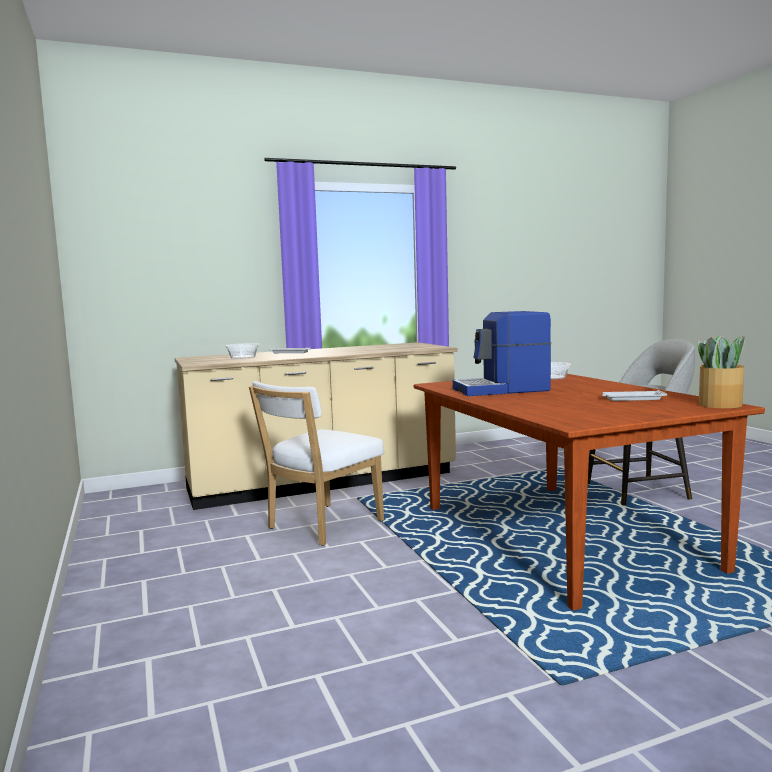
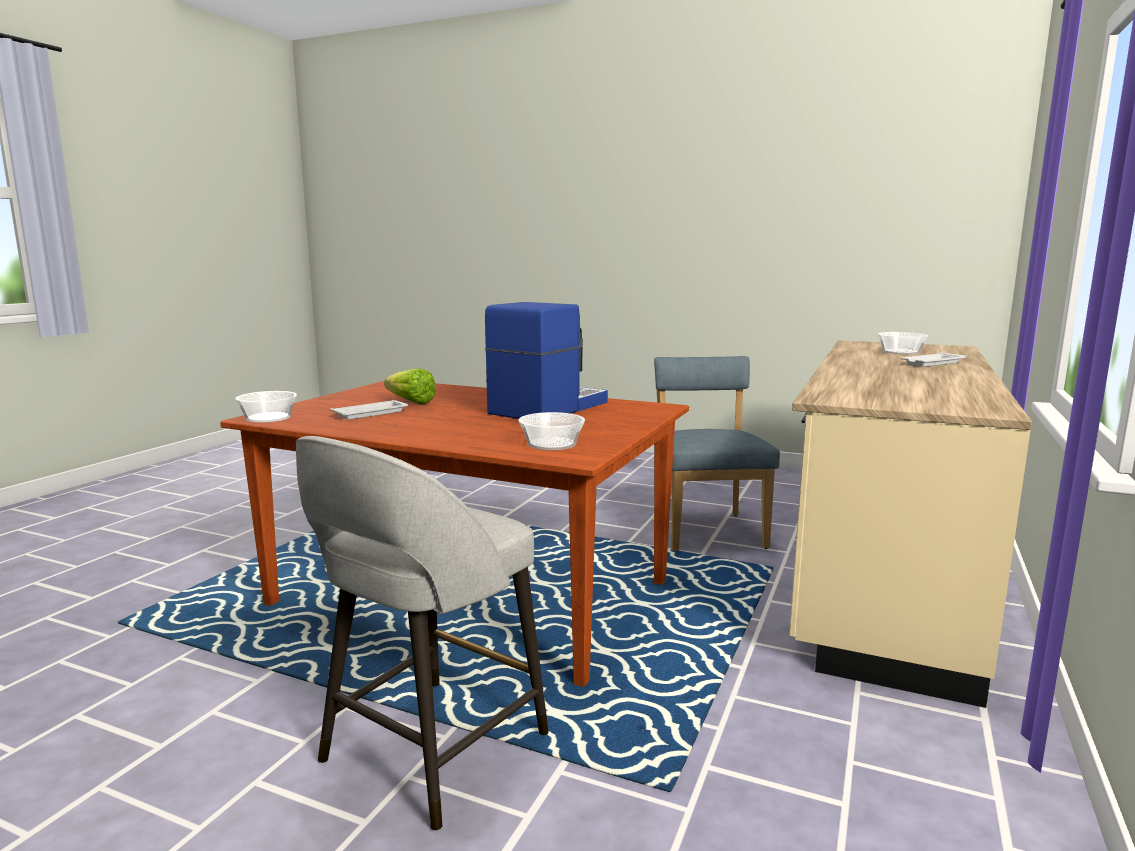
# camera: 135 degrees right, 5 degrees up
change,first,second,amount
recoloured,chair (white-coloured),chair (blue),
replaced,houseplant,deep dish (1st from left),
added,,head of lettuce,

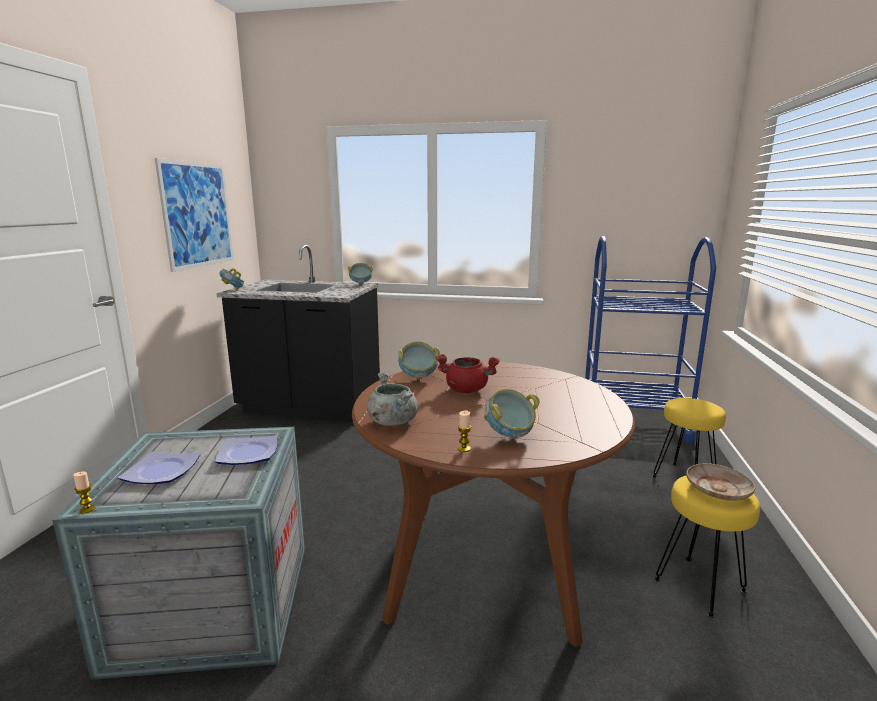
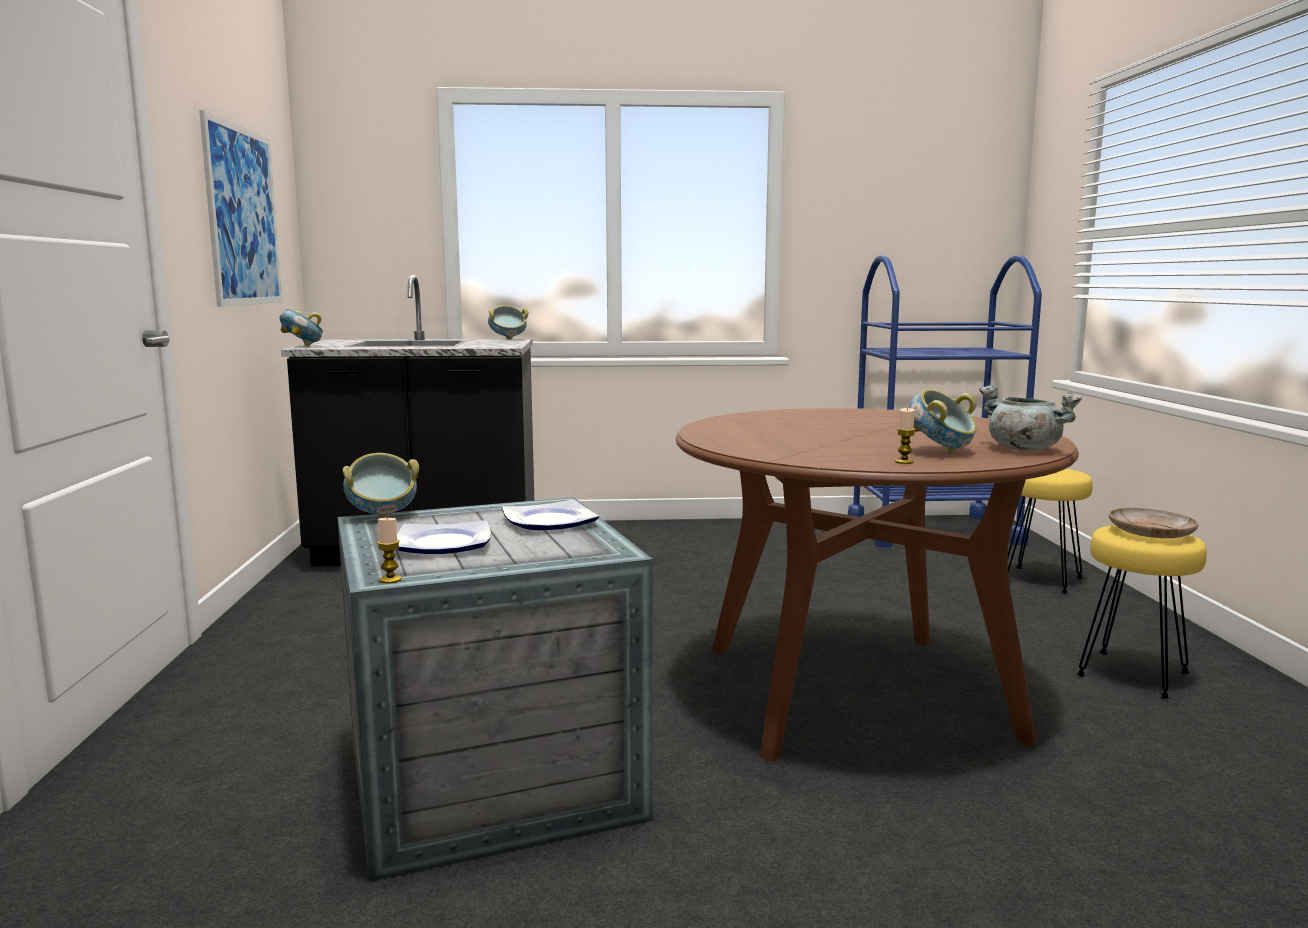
# camera: 15 degrees left, 5 degrees down
change,first,second,amount
moved,cooking pot (gray),,
moved,deep dish (3rd from left in the first image),deep dish (2nd from left),
removed,cooking pot (reddish),,

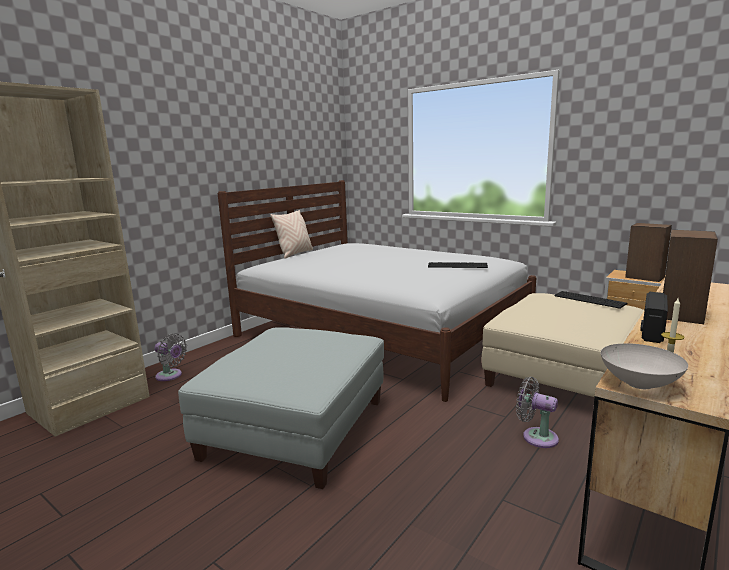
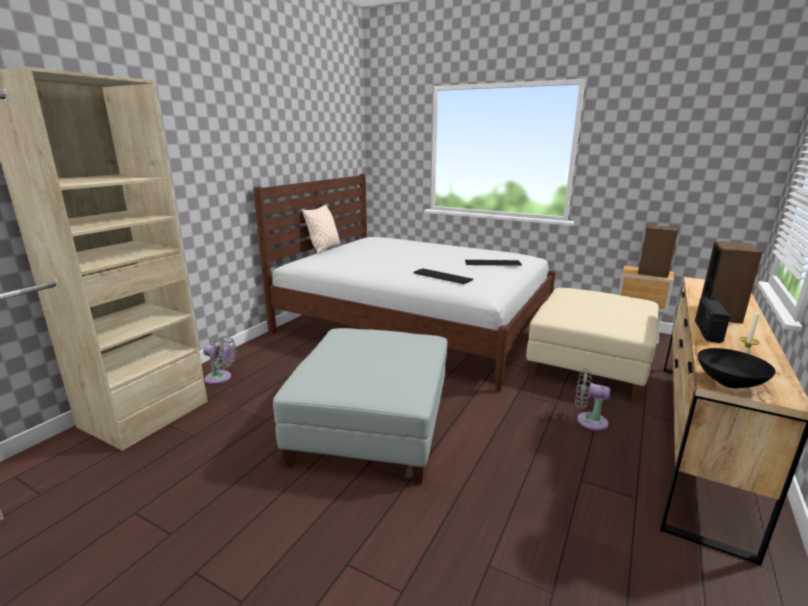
# camera: 10 degrees left, 5 degrees up
change,first,second,amount
moved,keyboard (2nd from left in the first image),keyboard (1st from left),
recoloured,deep dish (white-coloured),deep dish (black),

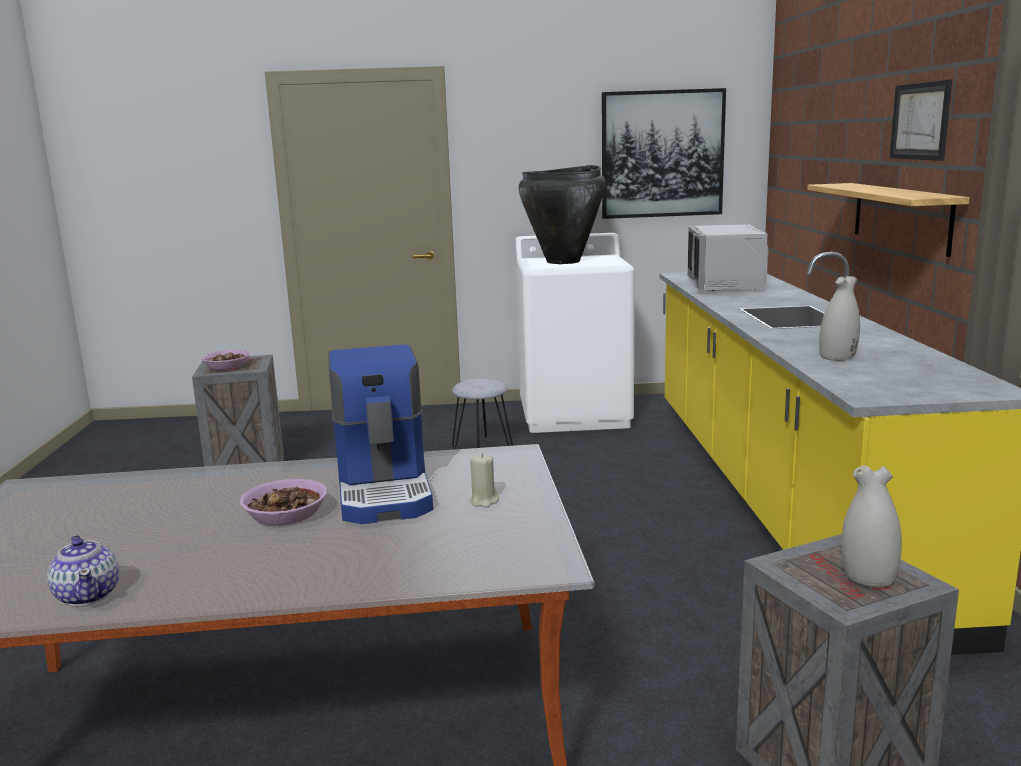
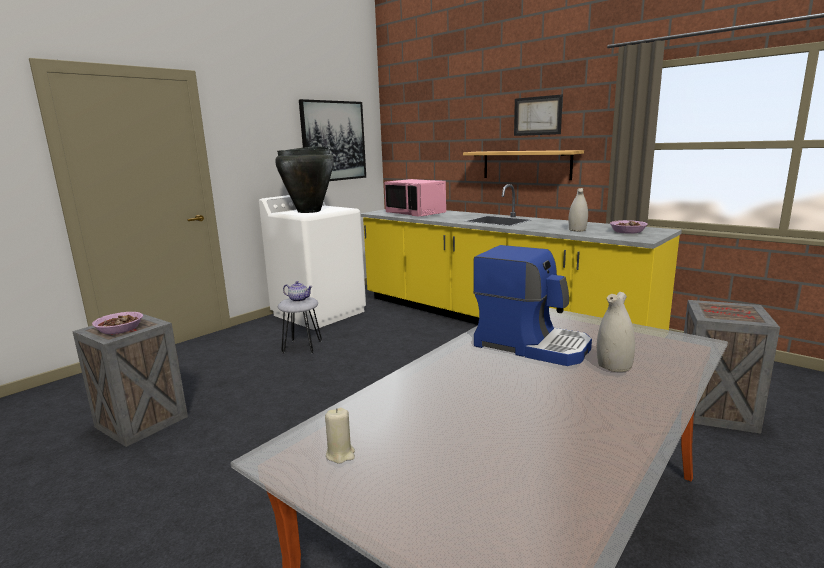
# camera: 45 degrees left, 0 degrees up
change,first,second,amount
moved,tea pot,,
moved,deep dish (2nd from left),,
moved,wax candle (sand-coloured),,
recoloured,kitchen microwave (gray),kitchen microwave (pink),
moved,flower vase (white-coloured) (2nd from left),,

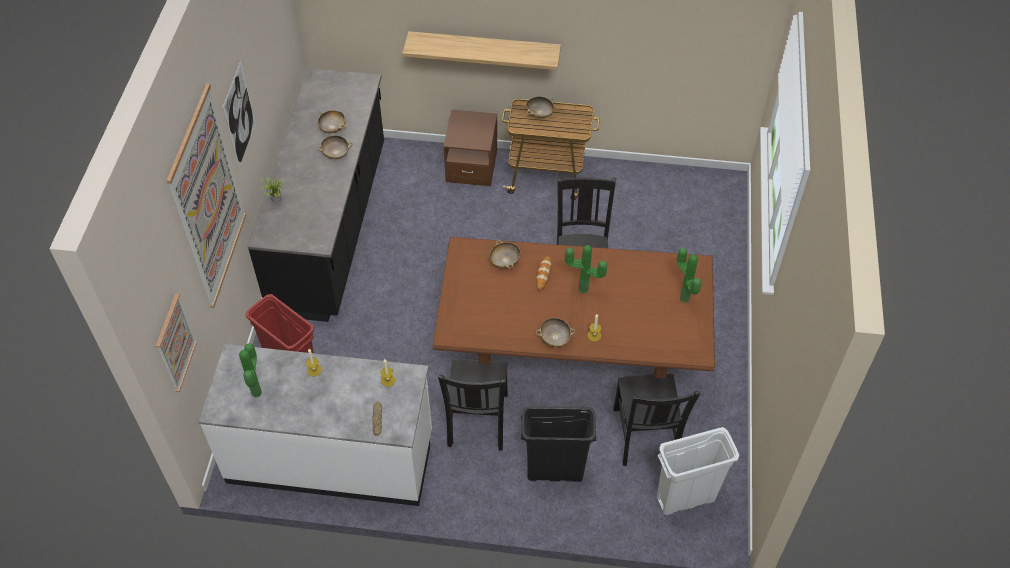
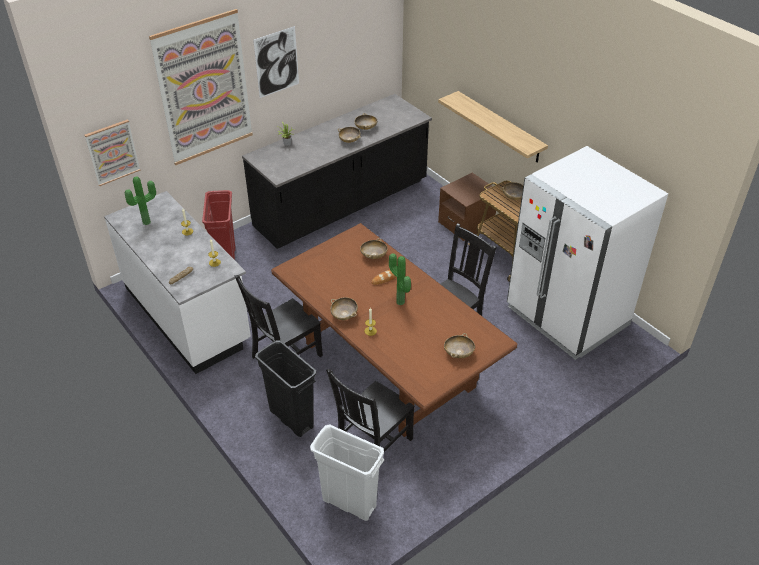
# camera: 45 degrees right, 10 degrees down
change,first,second,amount
replaced,houseplant (4th from left),deep dish (sand-coloured) (5th from left),
added,,refrigerator (white-coloured),

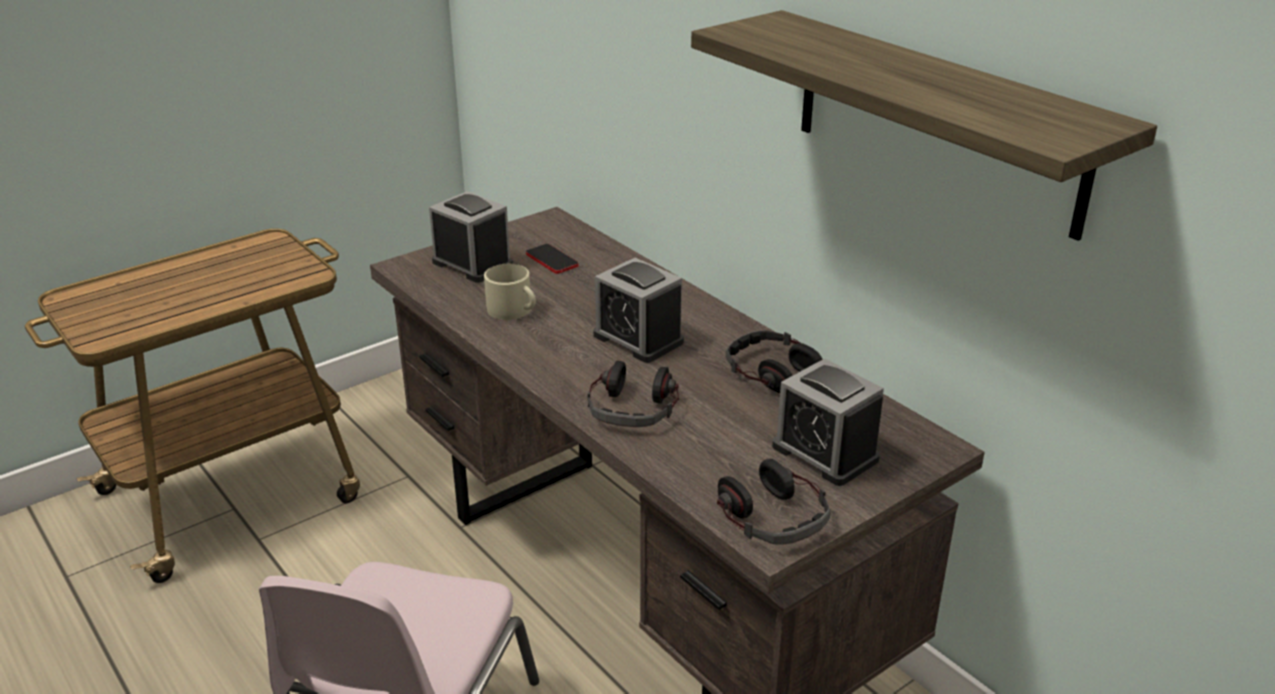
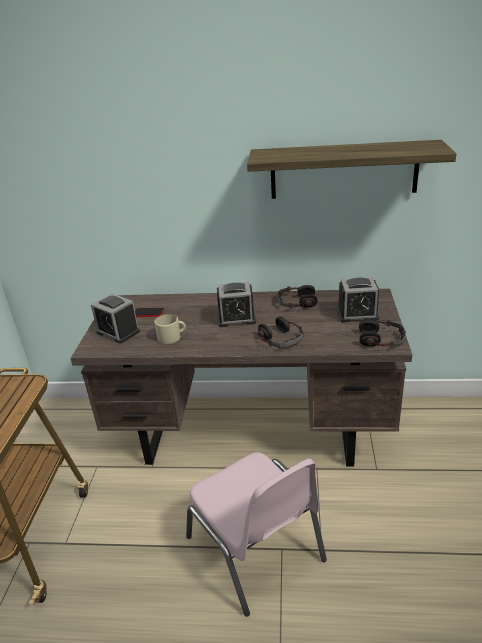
# camera: 45 degrees left, 0 degrees up
change,first,second,amount
turned,table clock (1st from left),,135 degrees counterclockwise

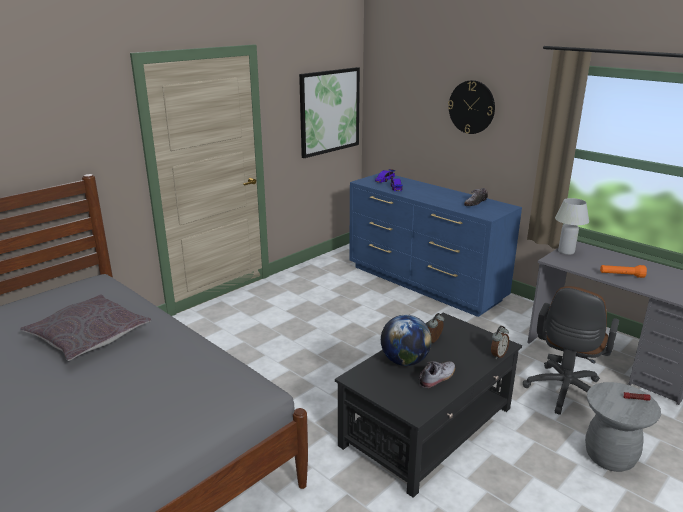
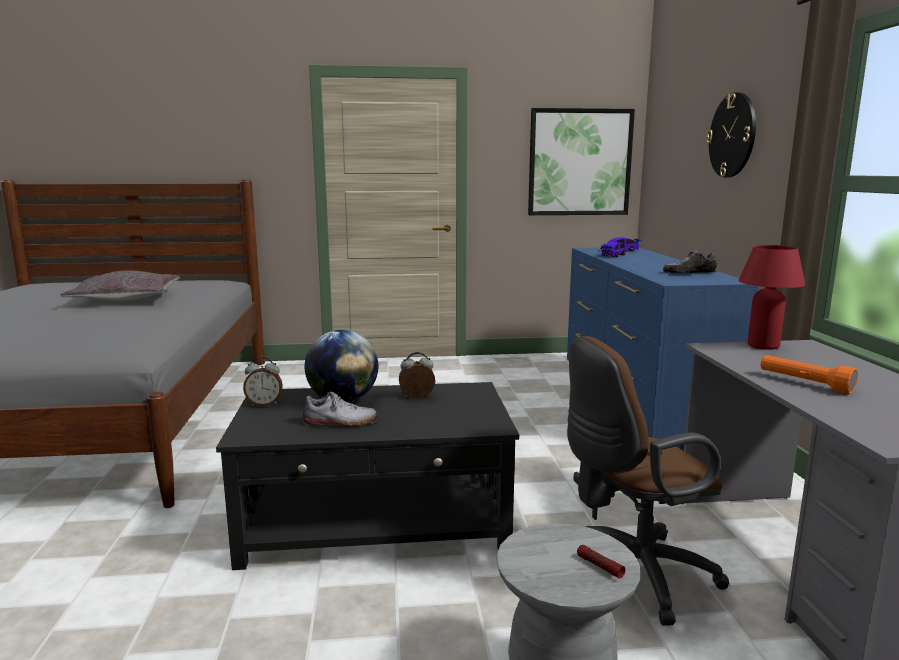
# camera: 40 degrees right, 10 degrees down
change,first,second,amount
moved,table clock (2nd from left in the first image),table clock (1st from left),
recoloured,lamp for a table (white-coloured),lamp for a table (reddish),

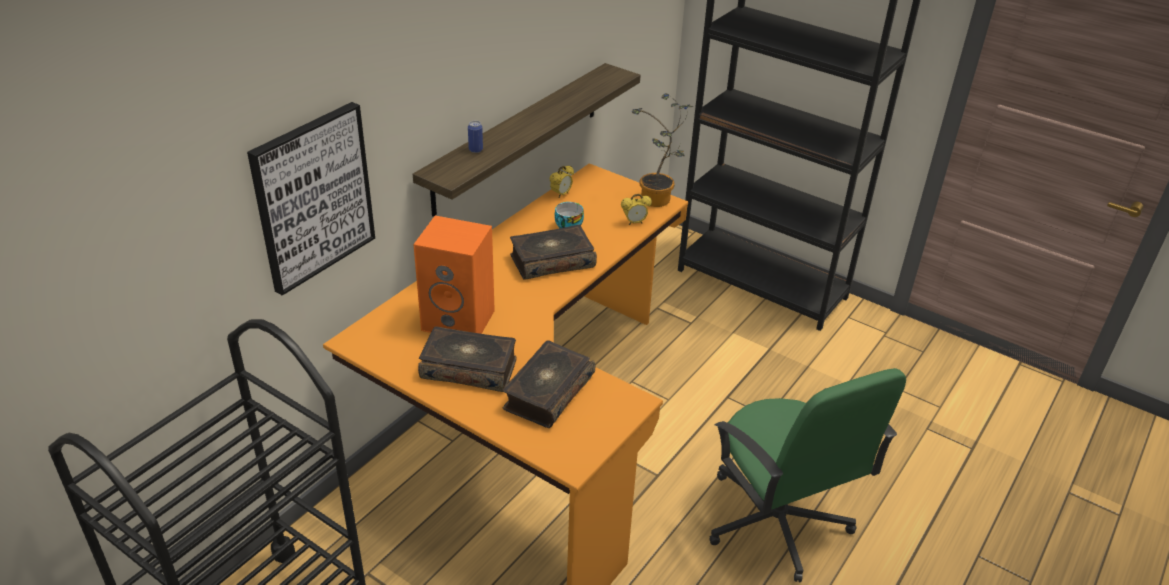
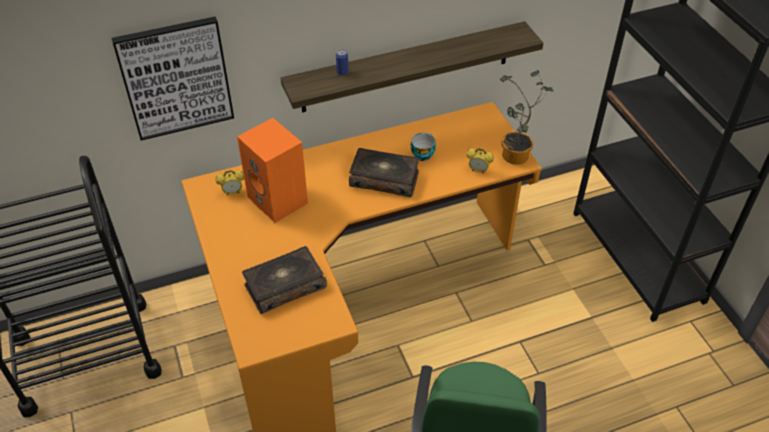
# camera: 35 degrees right, 10 degrees up
change,first,second,amount
removed,book (1st from left),,
moved,table clock (1st from left),,

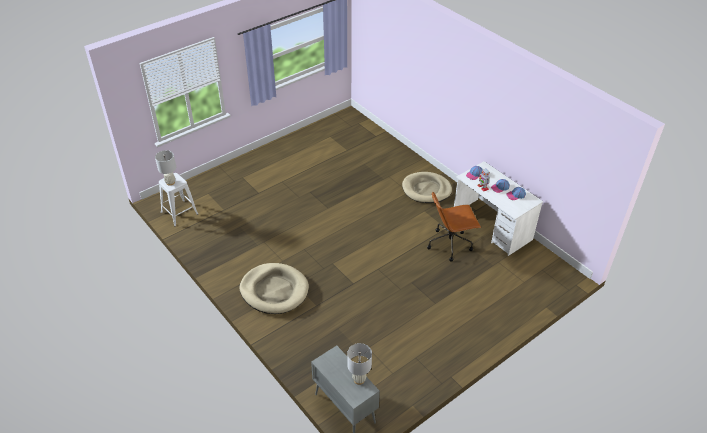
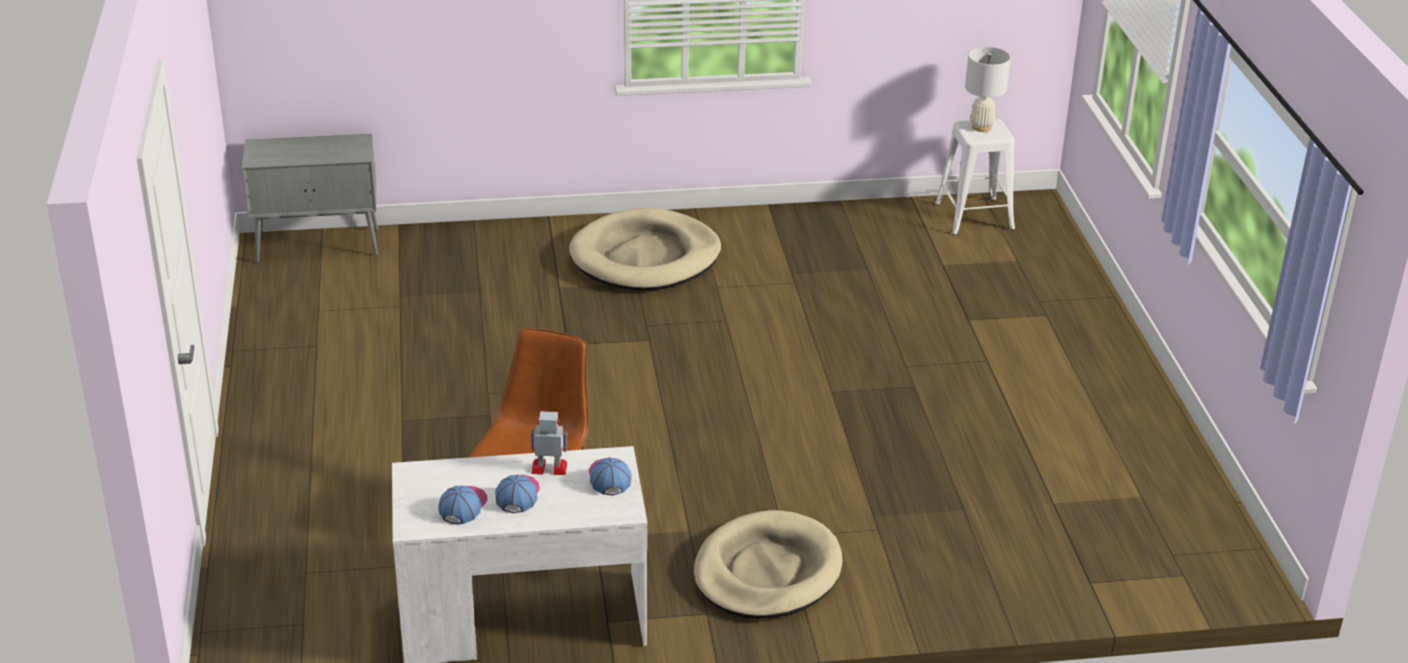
# camera: 120 degrees right, 10 degrees down
change,first,second,amount
removed,lamp for a table (white-coloured) (2nd from left),,

